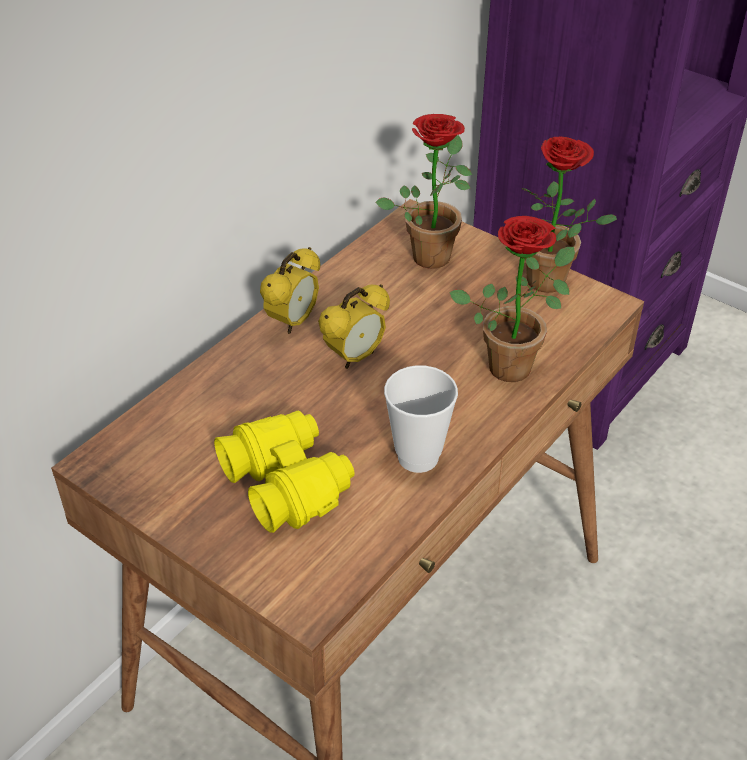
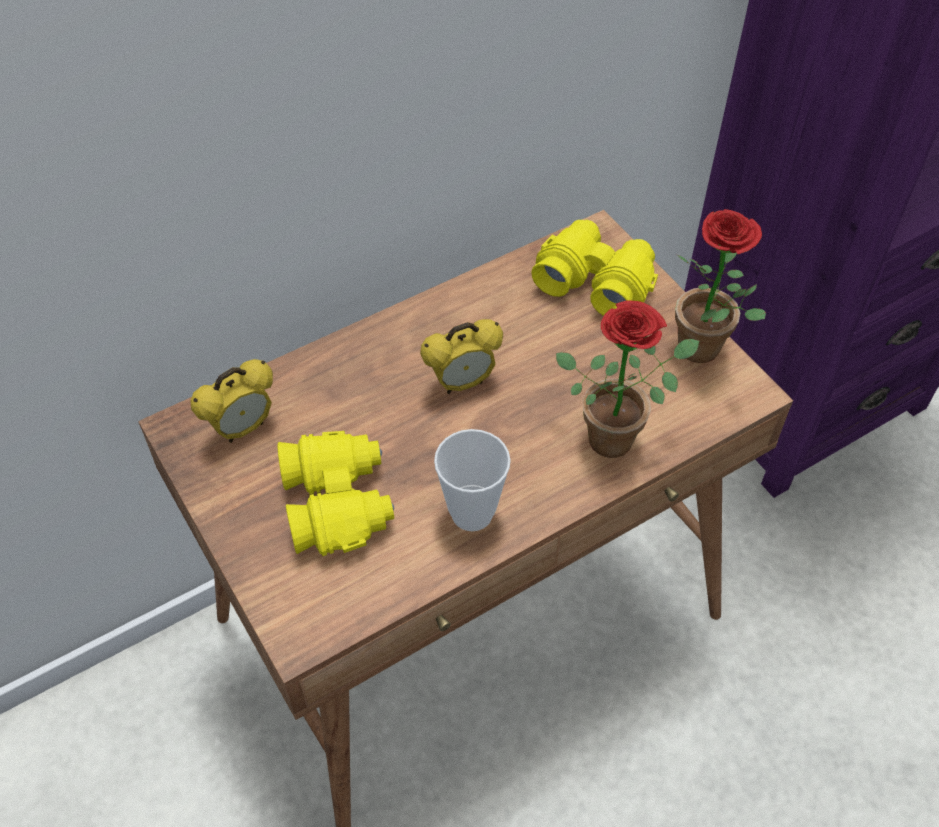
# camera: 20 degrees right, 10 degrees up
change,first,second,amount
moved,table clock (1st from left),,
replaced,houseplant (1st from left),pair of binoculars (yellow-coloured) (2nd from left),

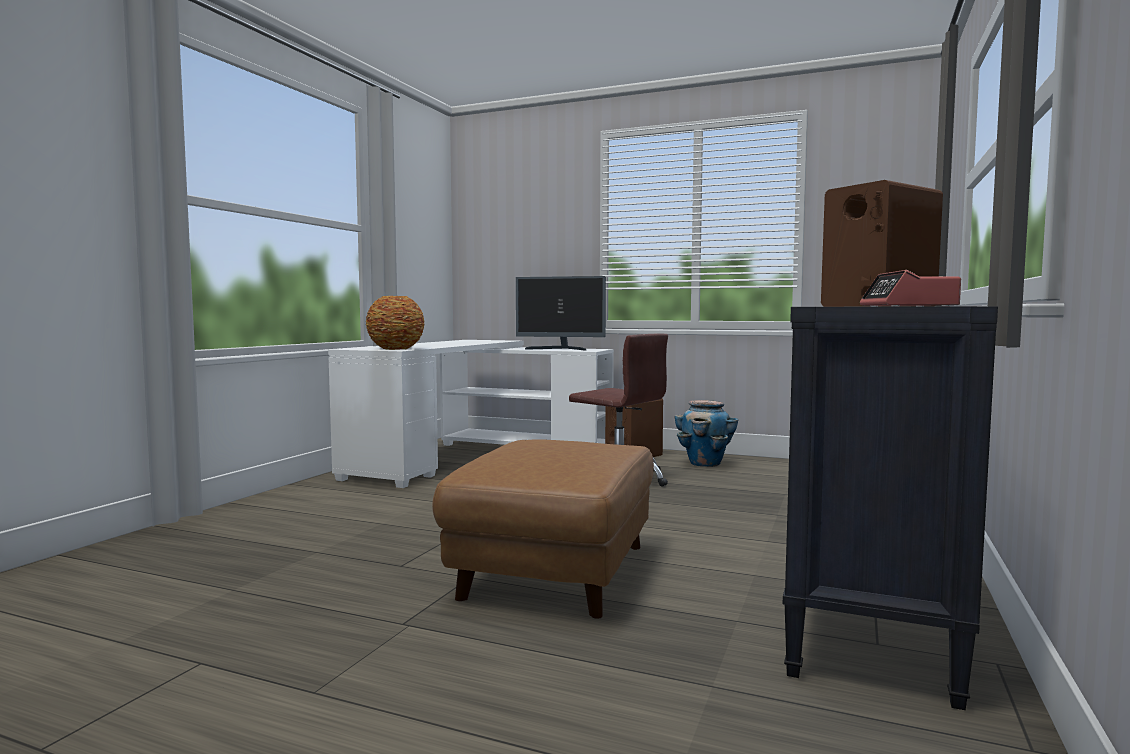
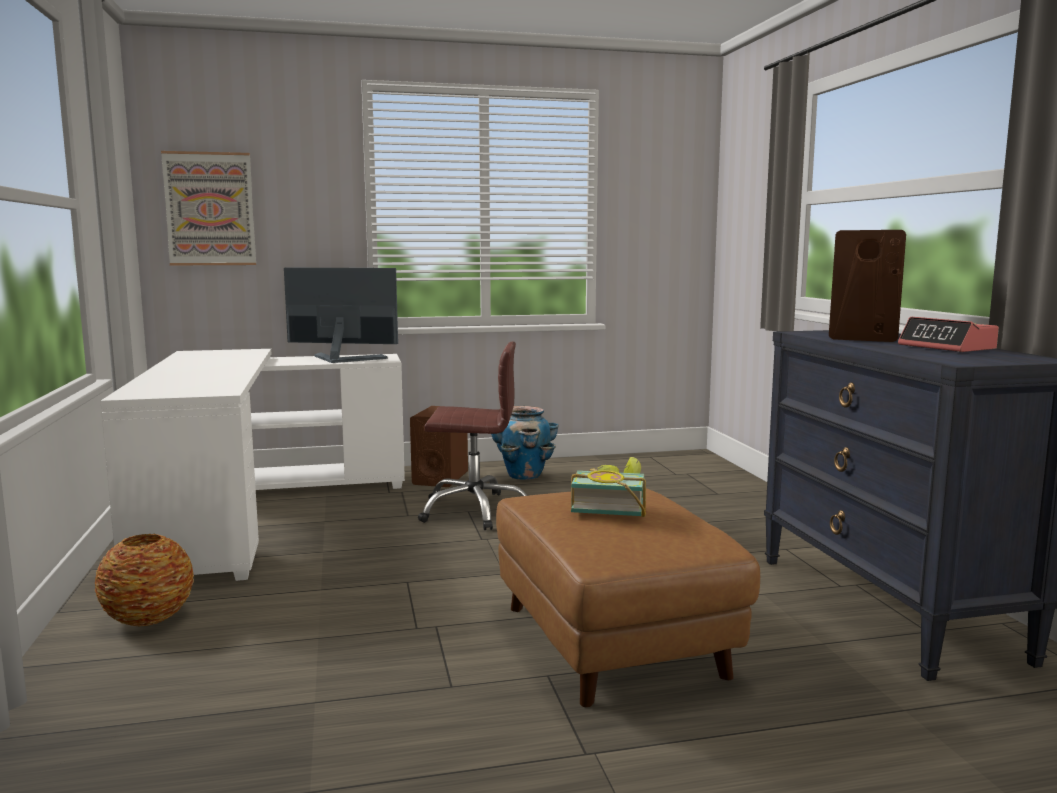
# camera: 35 degrees left, 5 degrees up
change,first,second,amount
moved,flower vase,,
turned,computer screen,,150 degrees counterclockwise
added,,wall art,
added,,book,

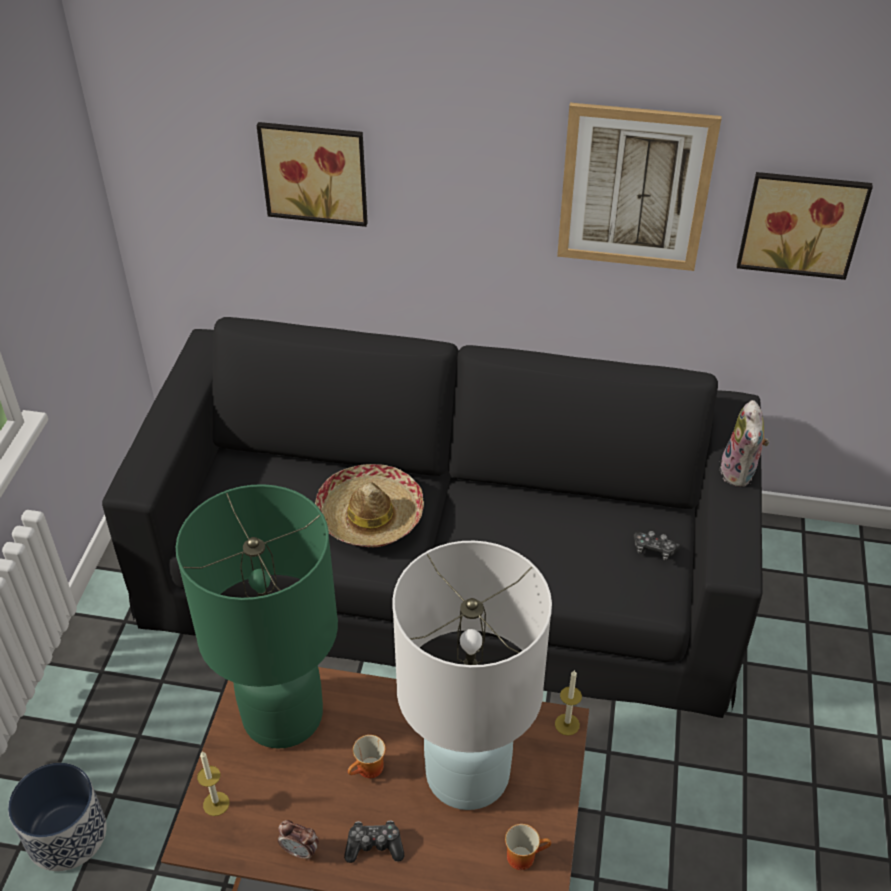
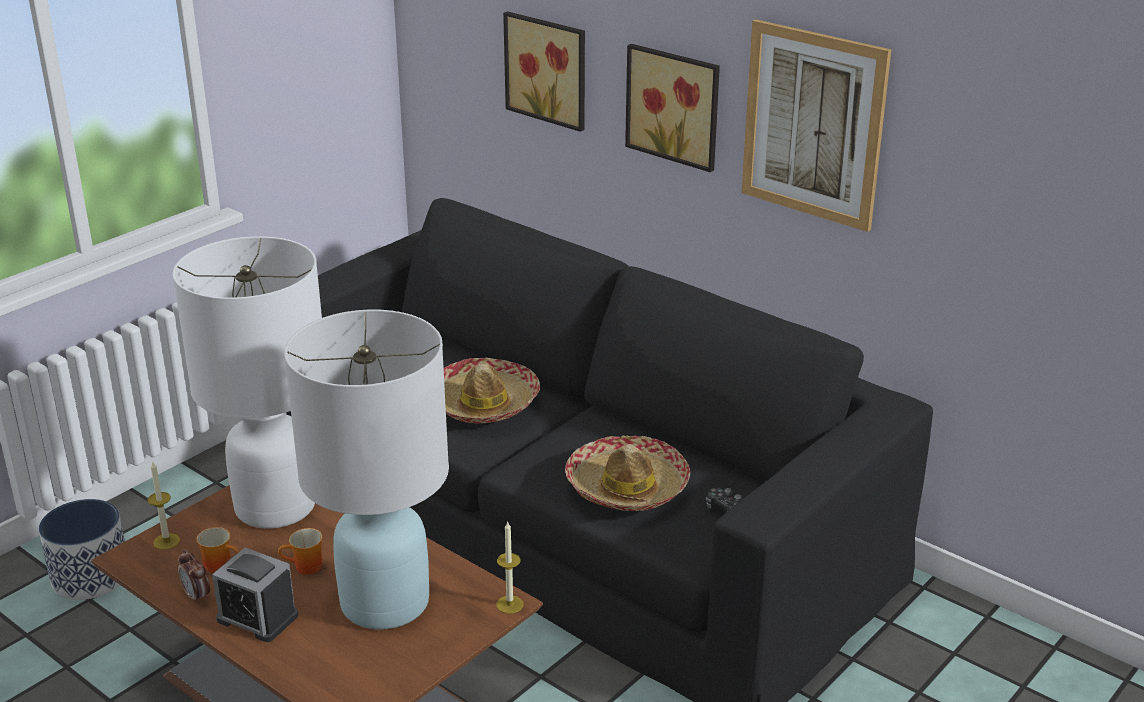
# camera: 30 degrees right, 15 degrees down
change,first,second,amount
recoloured,lamp for a table (green-coloured),lamp for a table (white-coloured) (1st from left),
replaced,game controller (1st from left),table clock (2nd from left),
moved,coffee mug (2nd from left in the first image),coffee mug (1st from left),
removed,soft toy,,
moved,wall art (3rd from left in the first image),wall art (2nd from left),
added,,hat (2nd from left),

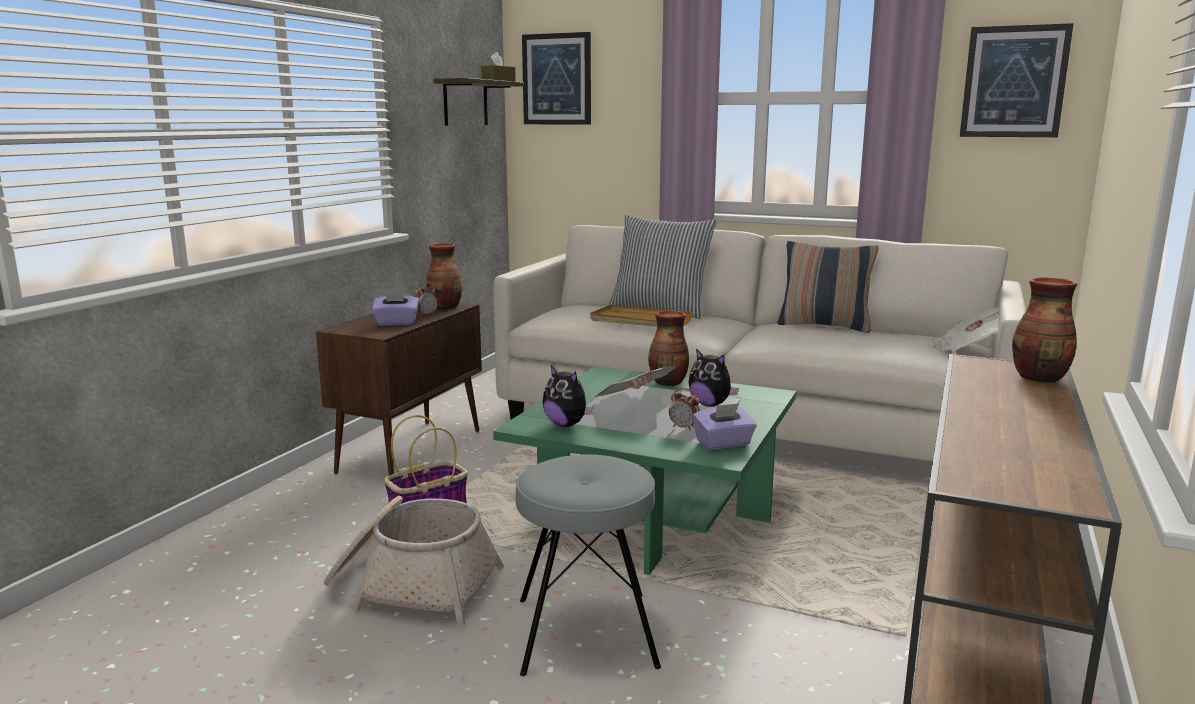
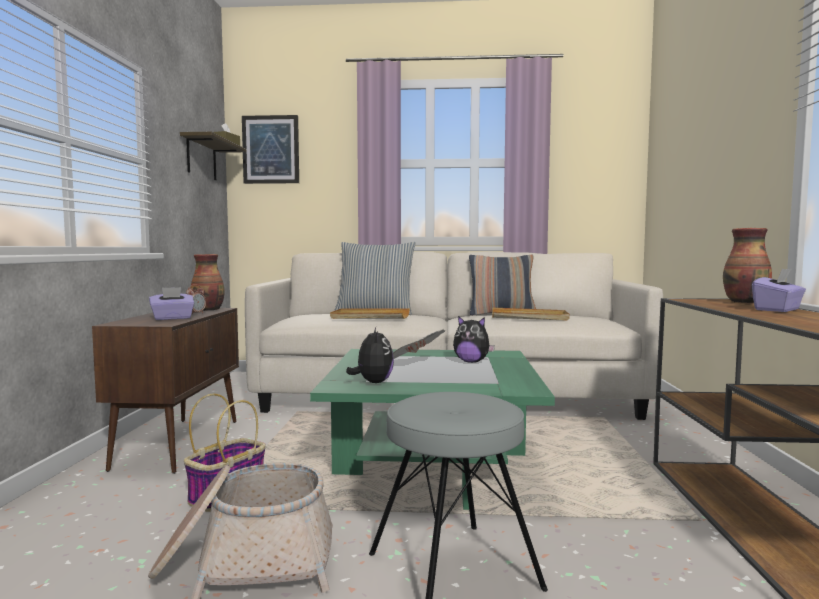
# camera: 20 degrees left, 10 degrees down
change,first,second,amount
turned,soft toy (1st from left),,120 degrees counterclockwise
removed,flower vase (2nd from left),,
removed,table clock (2nd from left),,
moved,box of tissues (purplish) (2nd from left),,
removed,printed paper (2nd from left),,
removed,wall art (2nd from left),,
added,,serving tray (sand-coloured) (2nd from left),

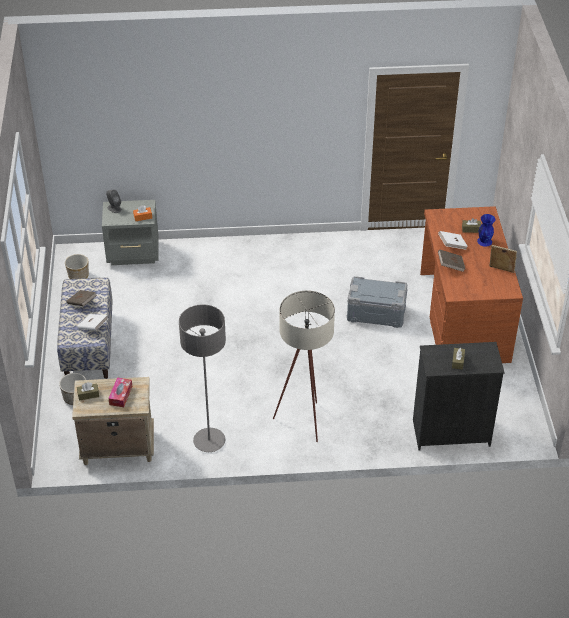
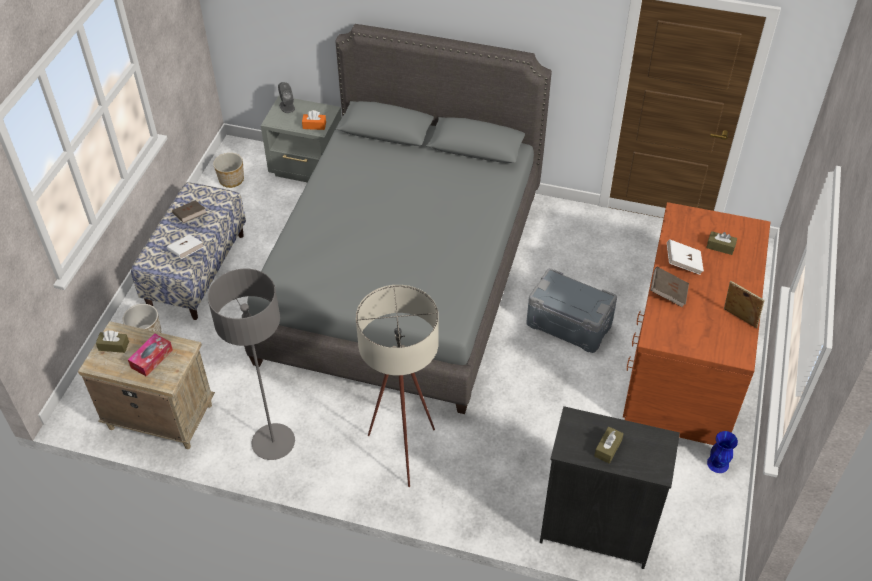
# camera: 20 degrees right, 5 degrees up
change,first,second,amount
moved,flower vase (blue),,
added,,bed (gray),

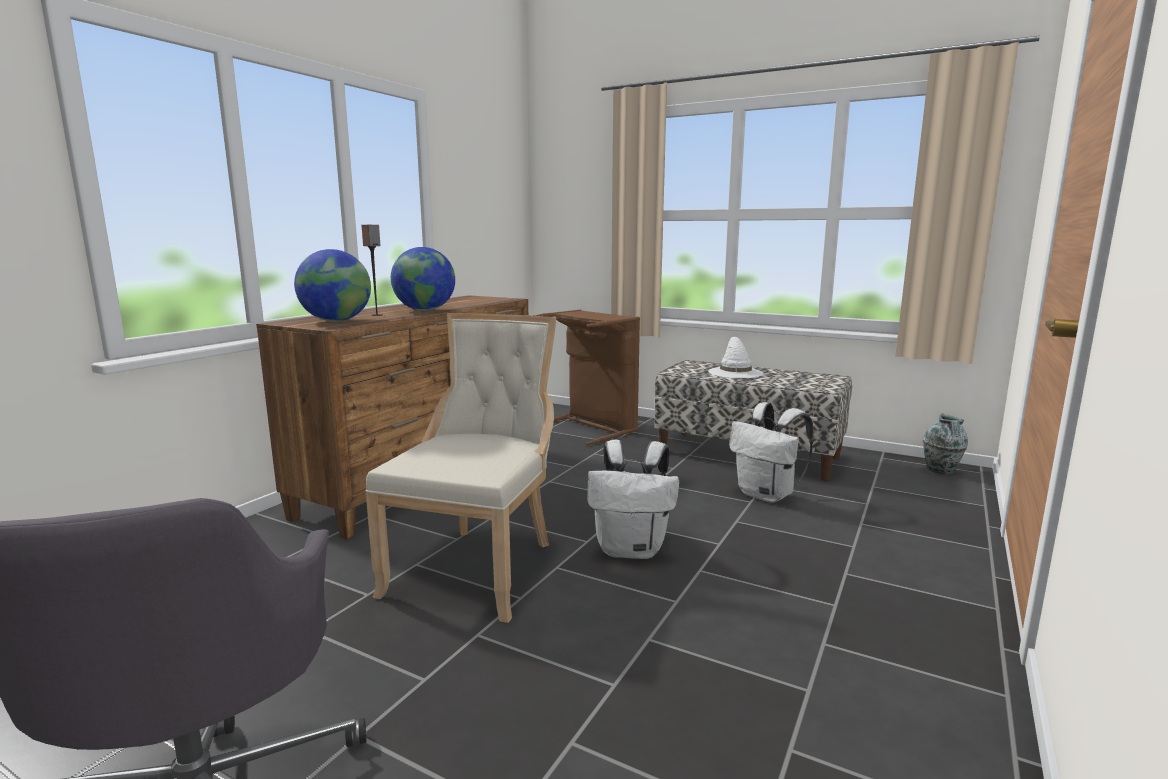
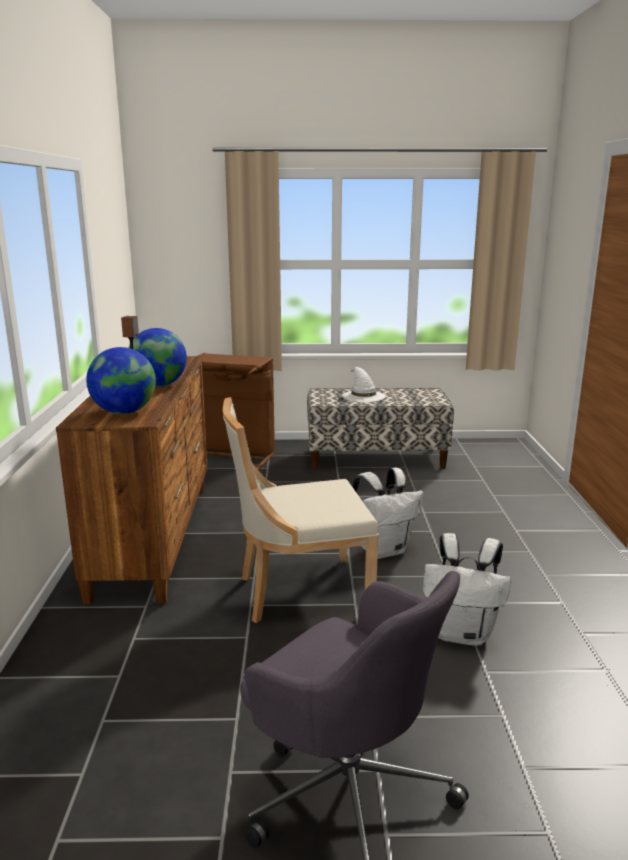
# camera: 30 degrees left, 5 degrees up
change,first,second,amount
turned,chair (sand-coloured),,90 degrees counterclockwise
moved,knapsack (white-coloured) (2nd from left),,
removed,flower vase,,

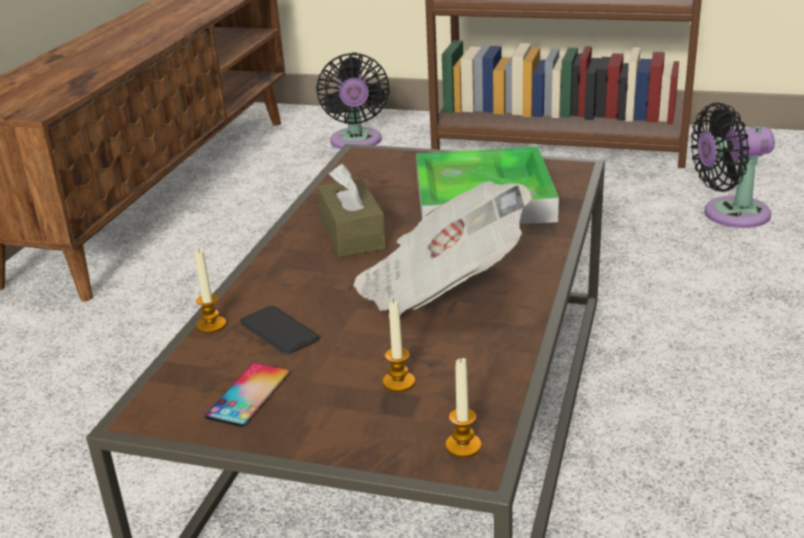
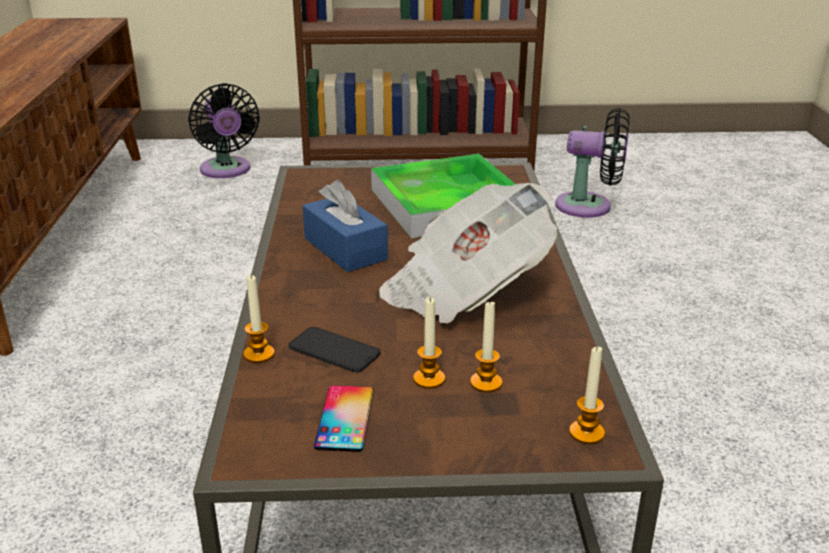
# camera: 20 degrees left, 0 degrees up
change,first,second,amount
recoloured,box of tissues (brown),box of tissues (blue),
turned,fan (black) (2nd from left),,135 degrees counterclockwise
added,,wax candle (2nd from left),

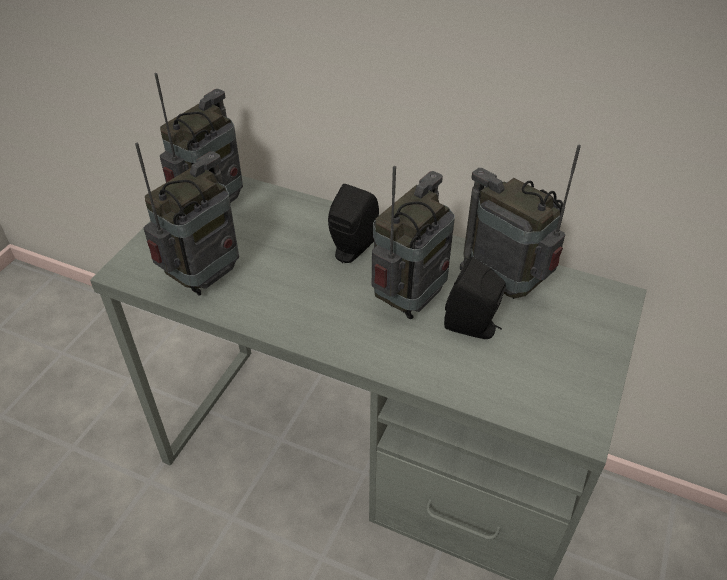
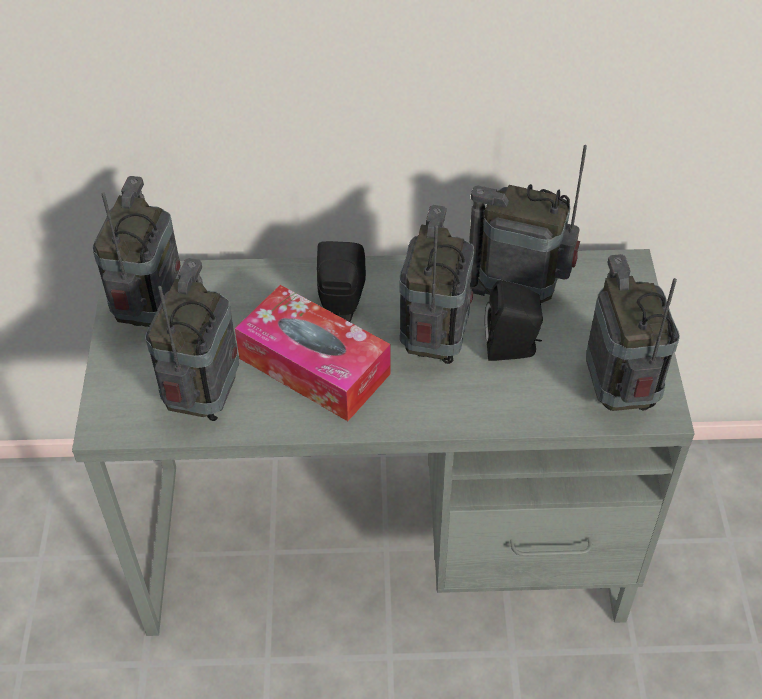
# camera: 25 degrees left, 5 degrees up
change,first,second,amount
added,,box of tissues,
added,,radio (5th from left),

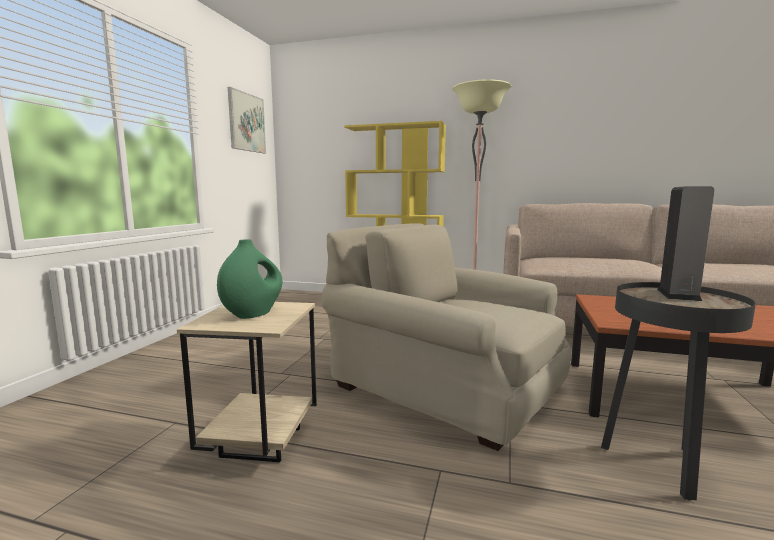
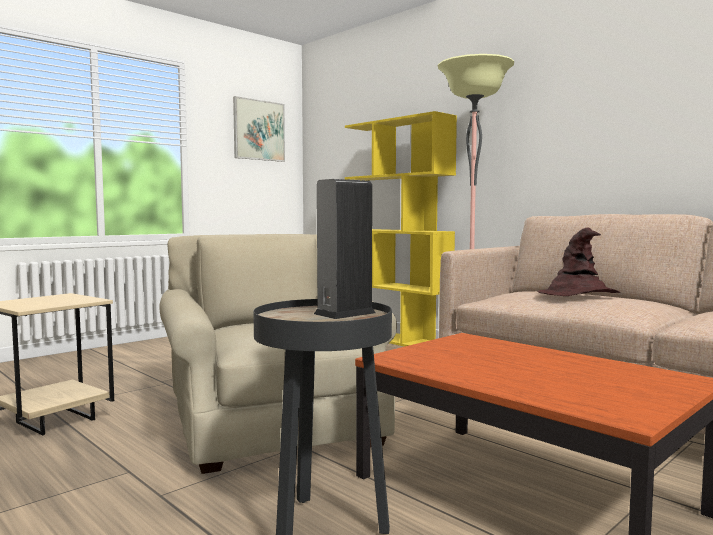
# camera: 30 degrees right, 5 degrees down
change,first,second,amount
removed,flower vase (green-coloured),,
added,,hat (brown),

